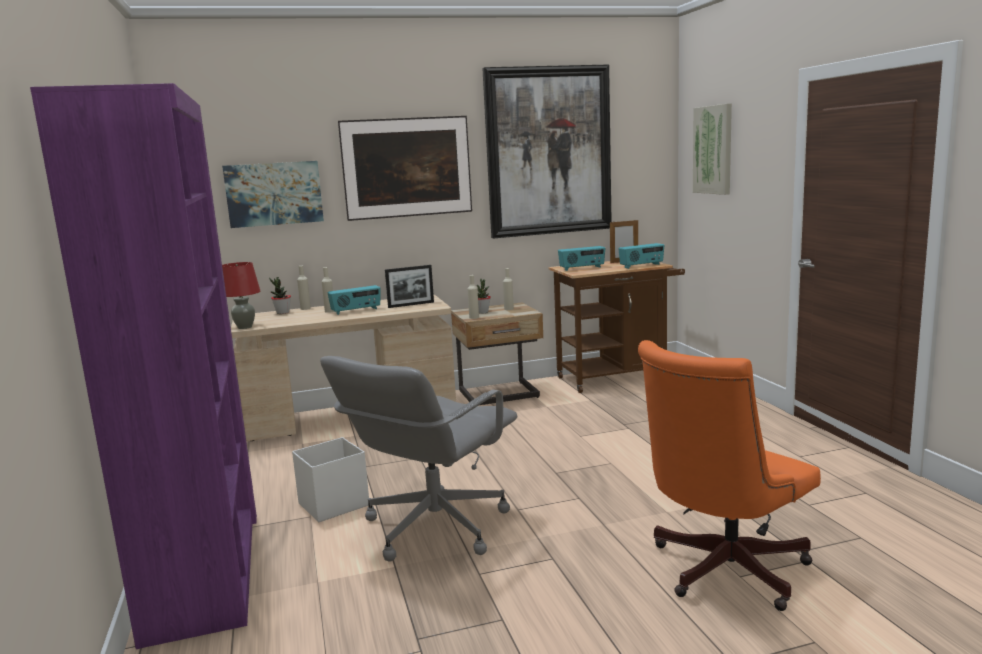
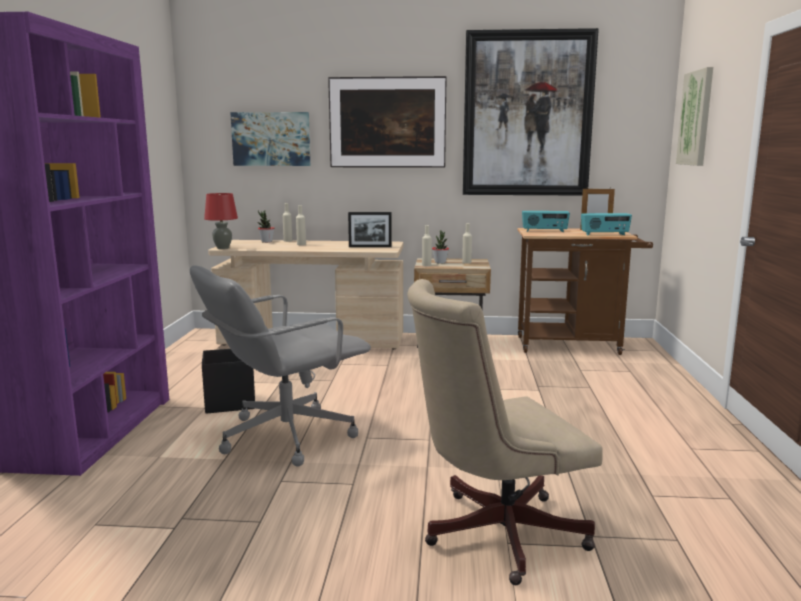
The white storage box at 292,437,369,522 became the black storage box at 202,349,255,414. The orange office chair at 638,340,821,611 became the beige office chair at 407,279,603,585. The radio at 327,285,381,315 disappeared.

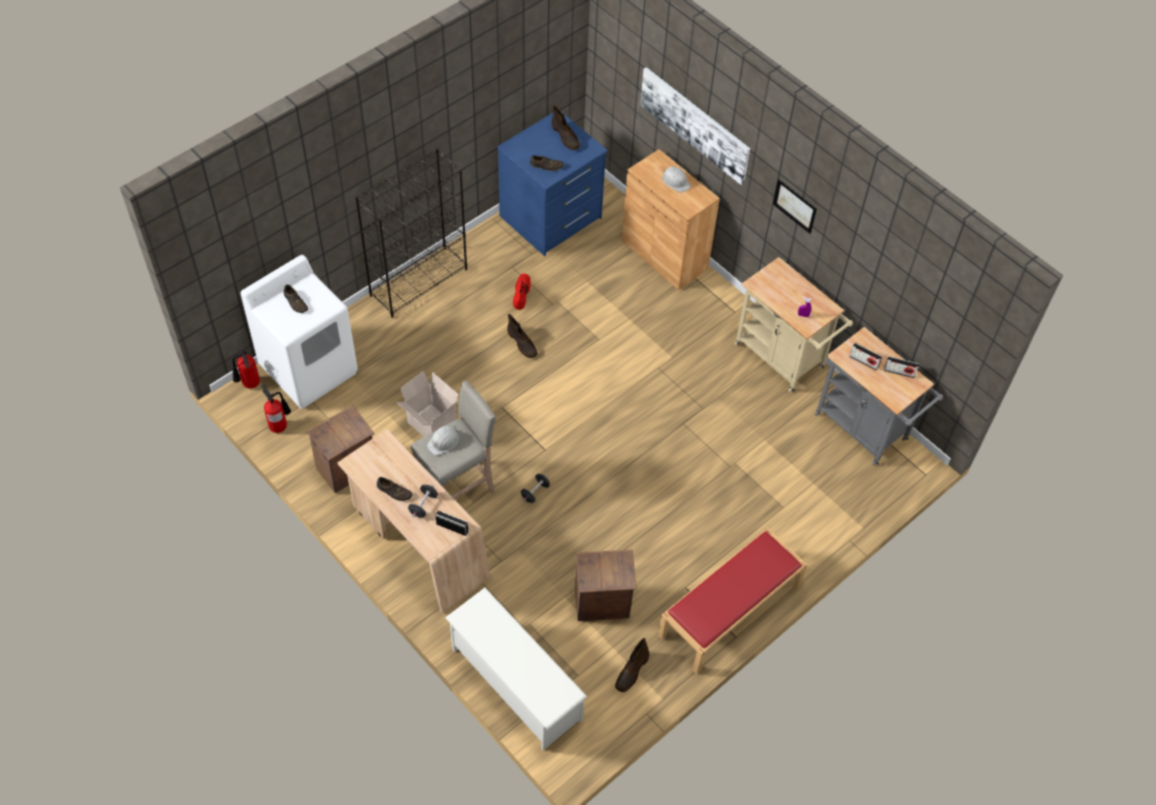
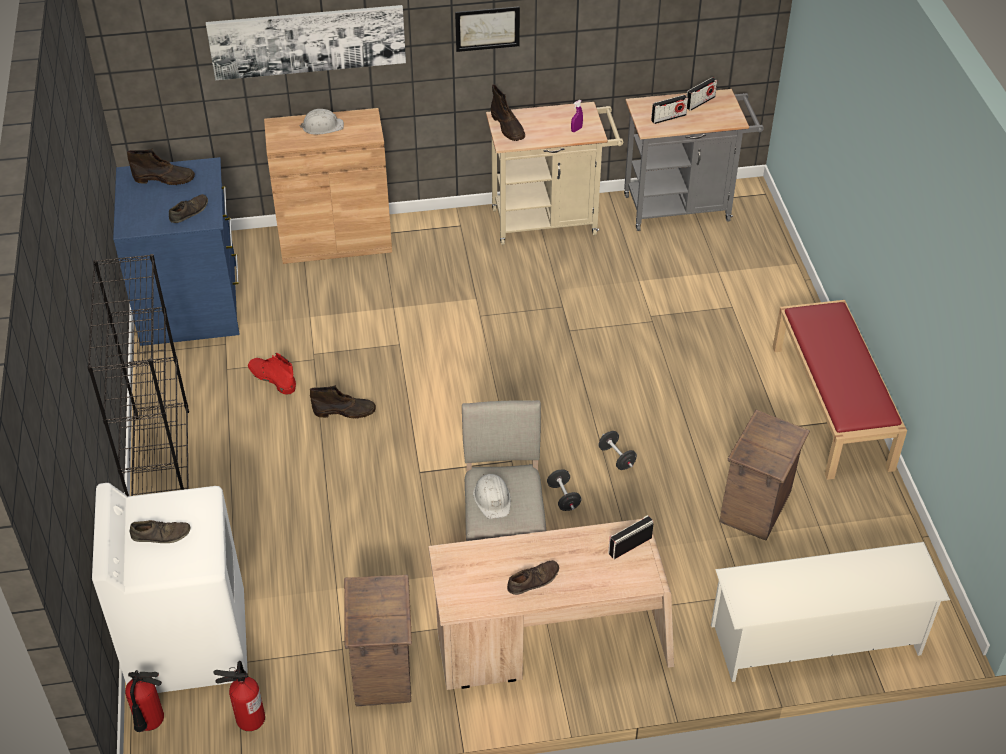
The brown boot moved from 615,638,650,692 to 491,84,525,141. The black dumbbell moved from 408,485,438,518 to 598,431,637,470. The cardboard box at 396,371,458,437 disappeared.

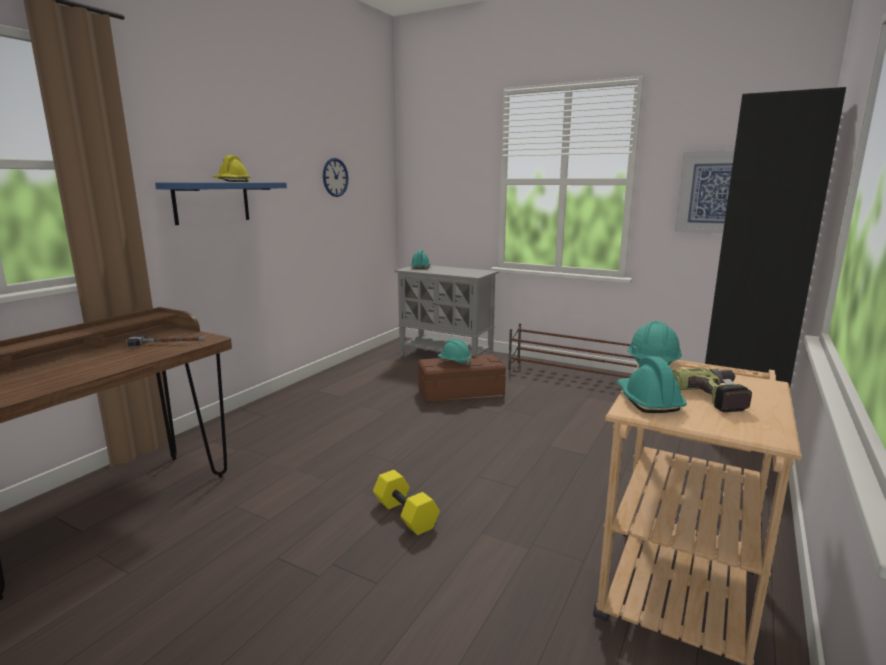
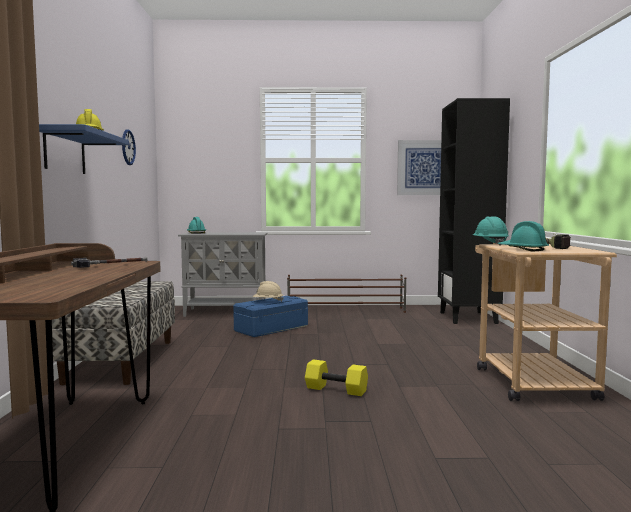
The bench at 52,281,175,385 appeared. The brown storage box at 418,354,506,403 became the blue storage box at 233,296,308,337. The turquoise hard hat at 437,339,472,366 became the beige hard hat at 253,281,284,302.

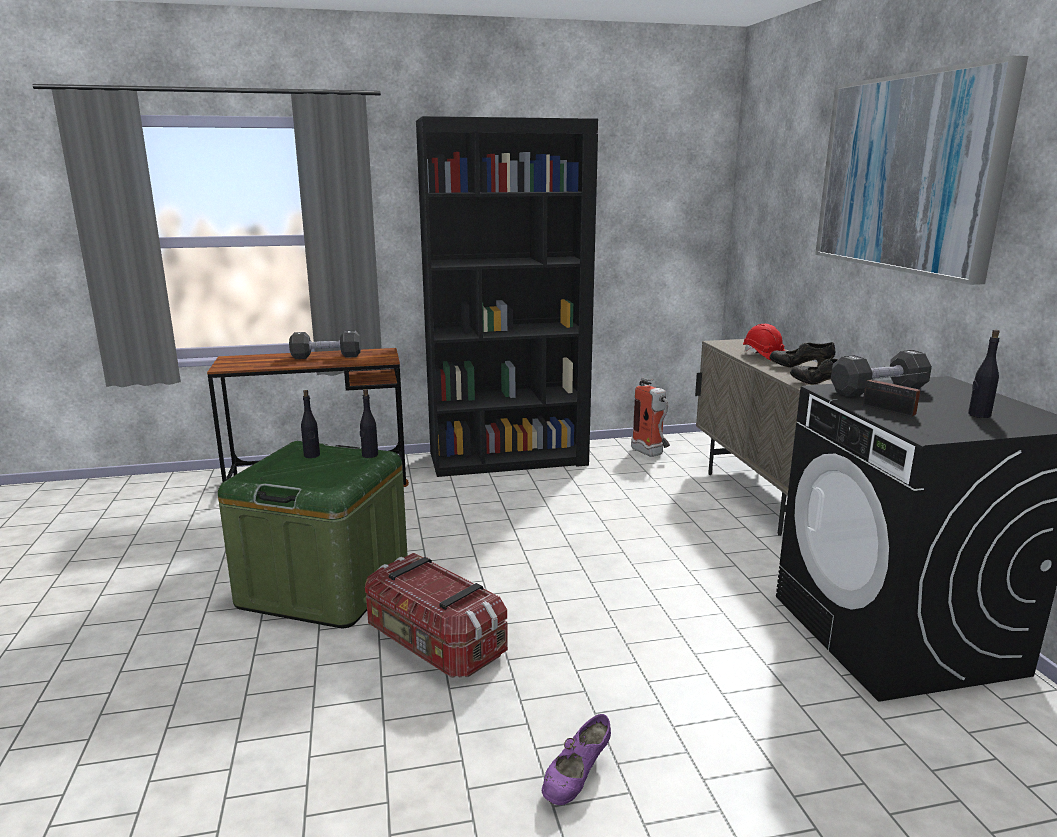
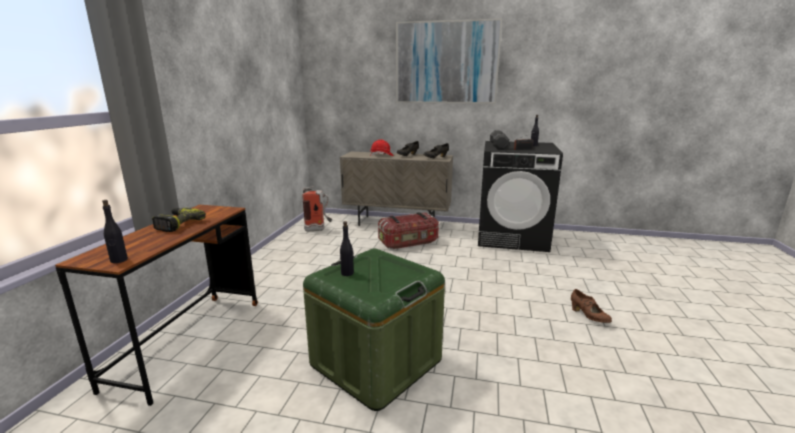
The black bottle moved from 360,389,378,458 to 102,200,128,263. The black dumbbell at 289,330,361,359 was replaced by the power drill at 152,208,206,232. The storage box moved from 365,553,508,678 to 378,212,439,249. The purple shoe at 542,714,611,805 became the brown shoe at 571,289,612,323. The black bookcase at 416,116,598,477 disappeared.

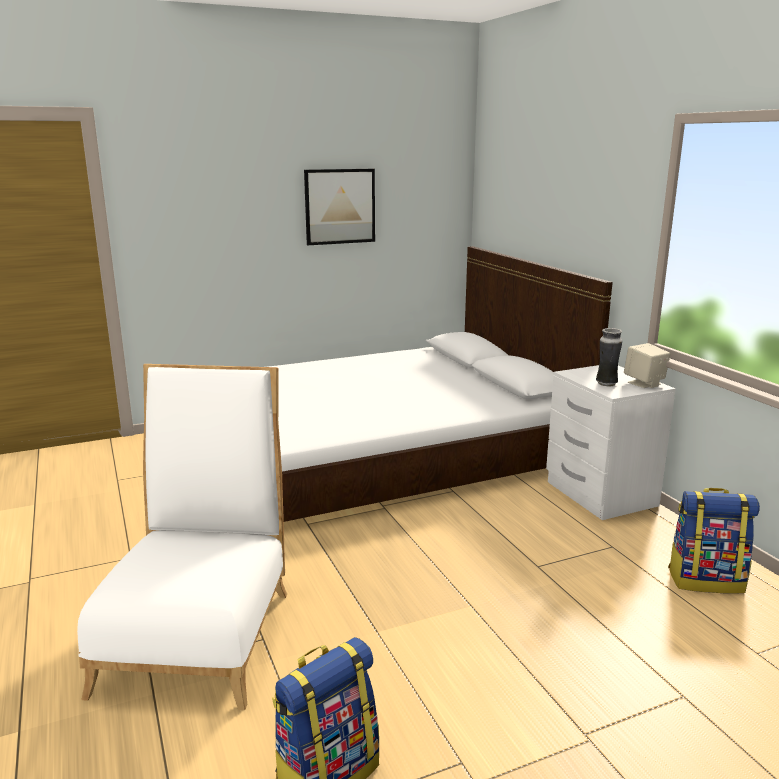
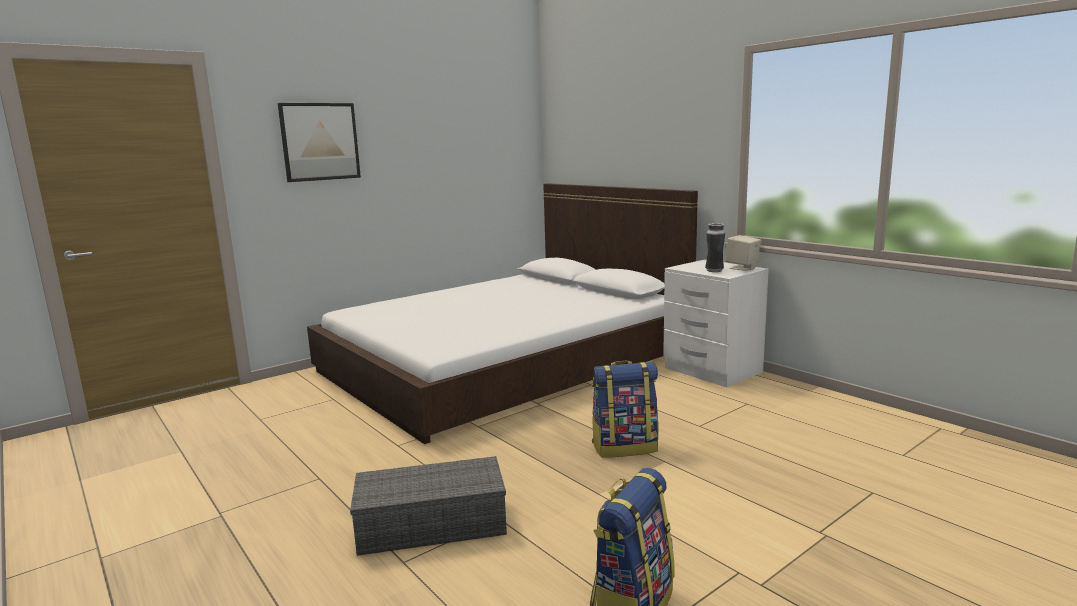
The picture moved from 304,169,375,245 to 278,103,361,182. The white chair at 77,364,287,710 was replaced by the grey storage box at 350,456,507,556. The backpack moved from 668,488,760,594 to 592,361,659,458.

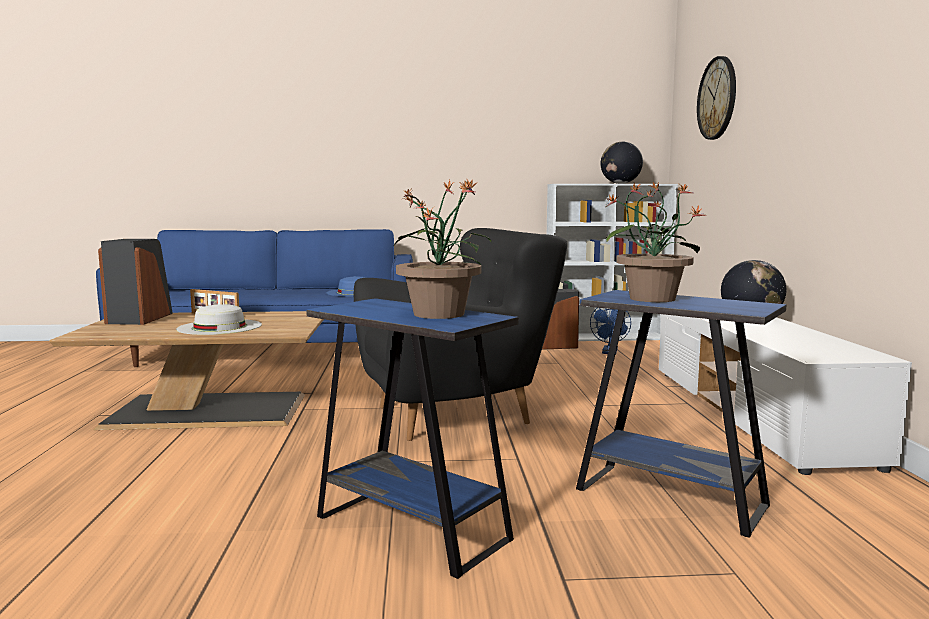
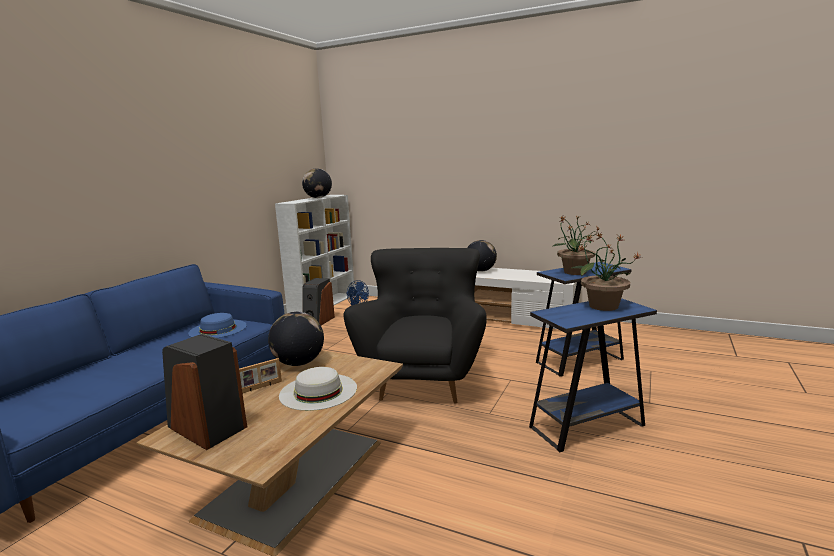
The globe at 268,312,324,366 appeared. The wall clock at 697,56,736,140 disappeared.

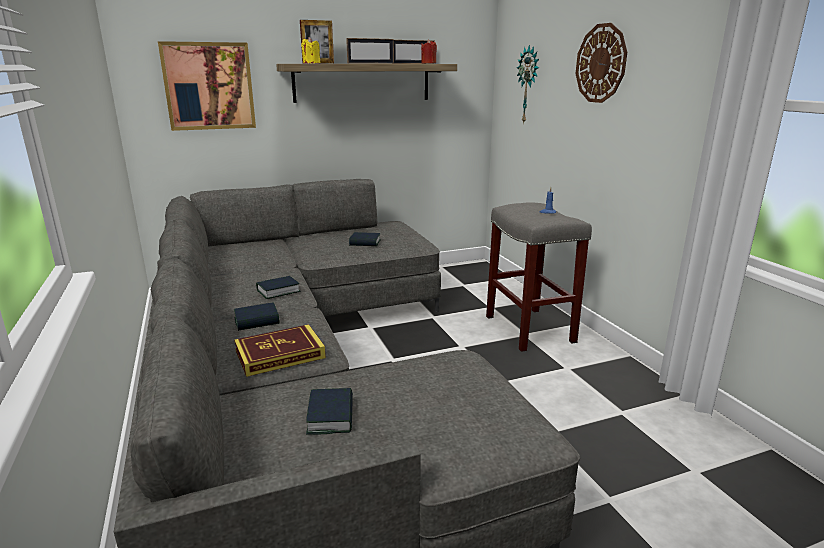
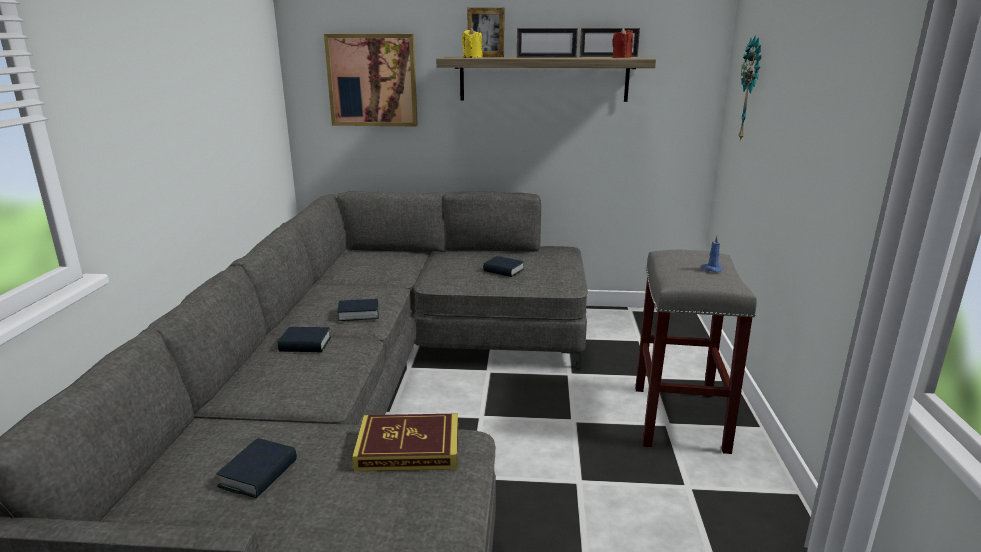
The book moved from 234,324,326,377 to 352,413,458,471. The wall clock at 576,23,627,103 disappeared.

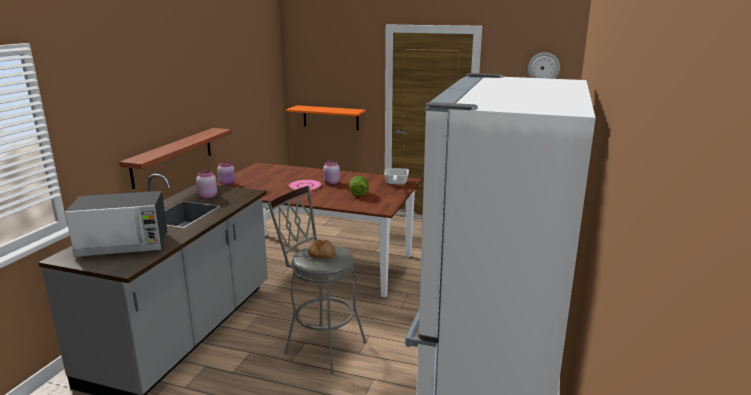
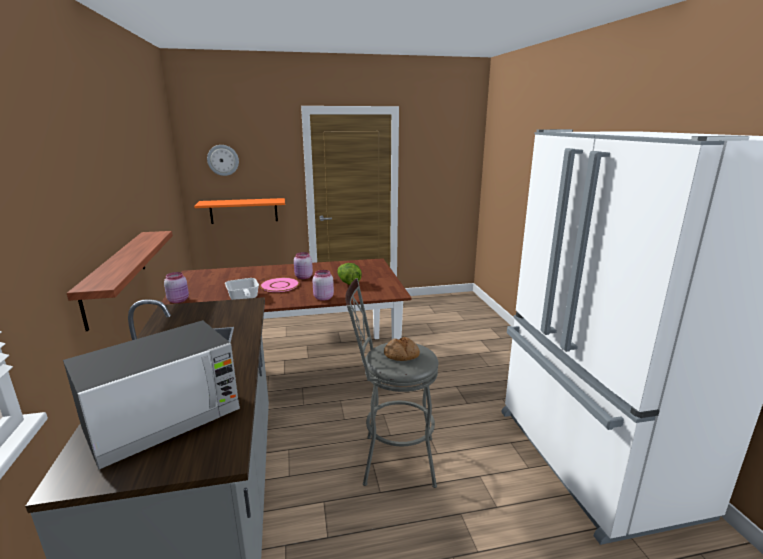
The wall clock moved from 528,52,560,79 to 207,145,239,176. The frying pan moved from 384,168,409,185 to 225,278,259,300. The pink jar moved from 196,171,217,199 to 312,270,334,301.

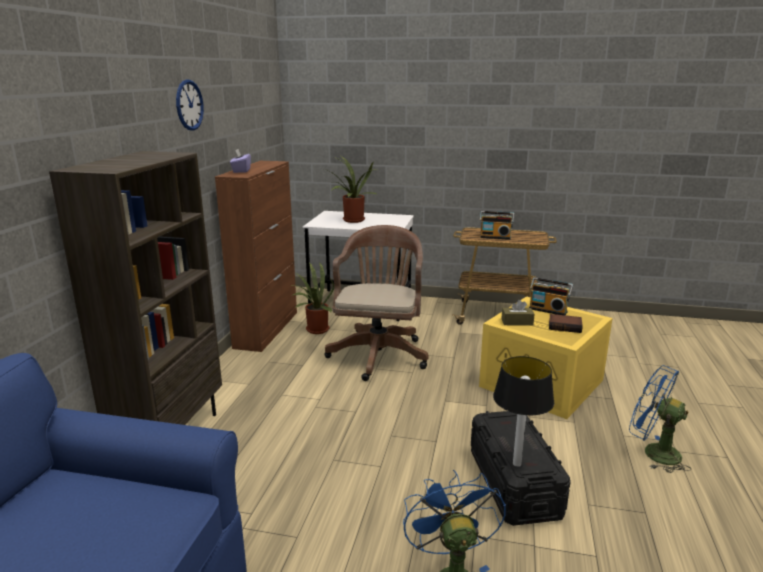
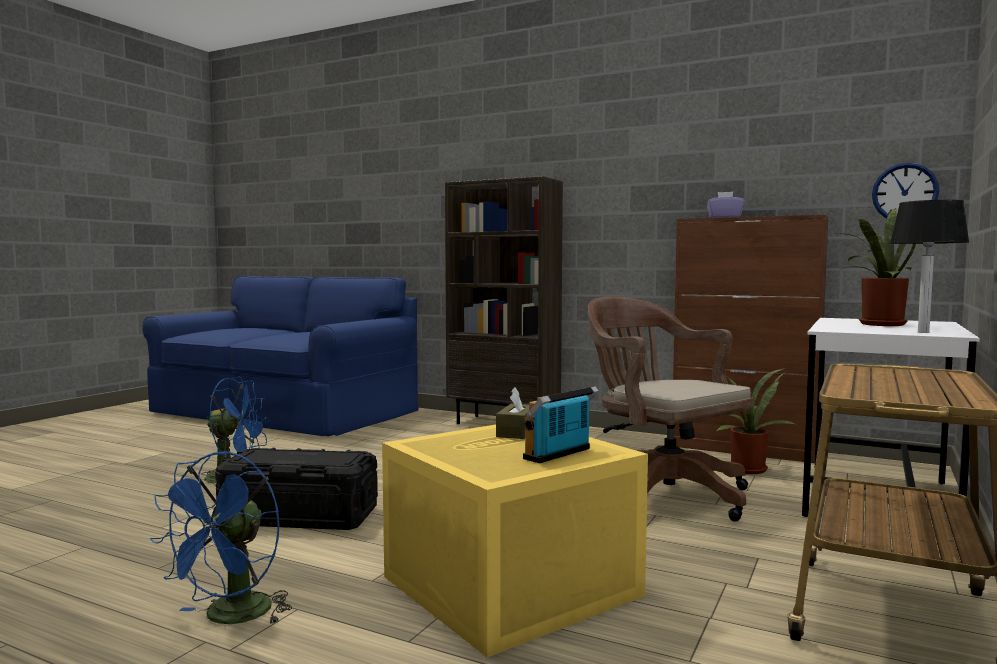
The blue fan at 629,365,691,473 turned 150 degrees clockwise. The brown office chair at 325,225,429,381 turned 150 degrees counterclockwise. The wall clock moved from 176,79,204,131 to 872,163,939,218. The table lamp moved from 493,356,554,467 to 890,200,969,333. The radio at 480,211,514,240 disappeared. The book at 549,314,583,333 disappeared.

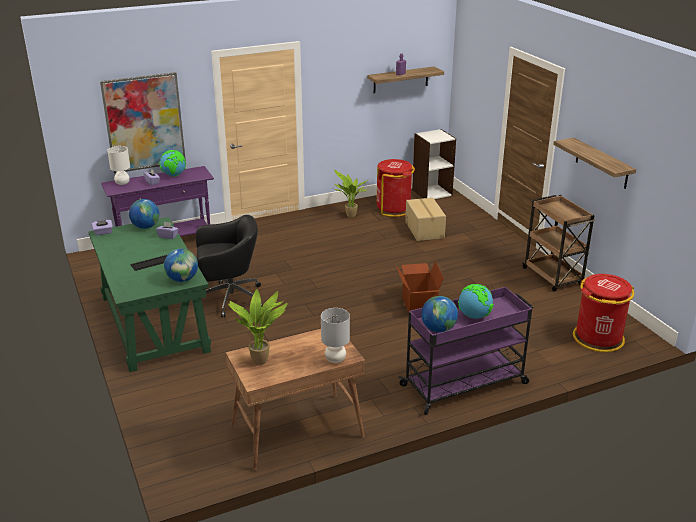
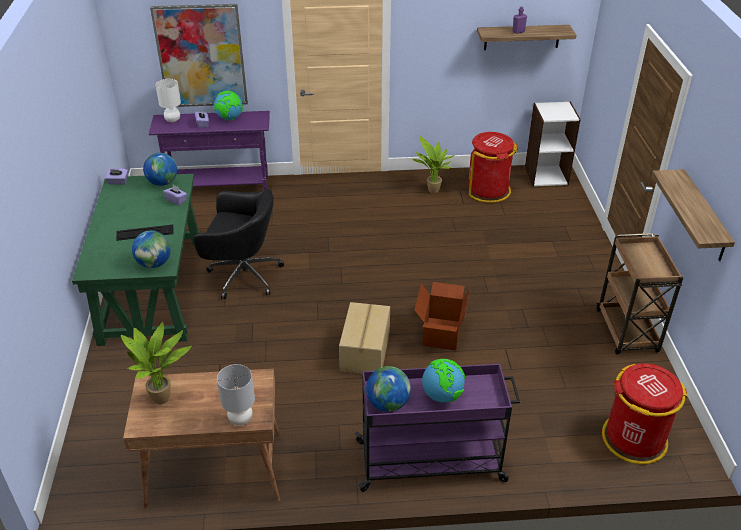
The cardboard box moved from 405,198,446,241 to 339,302,390,374.

